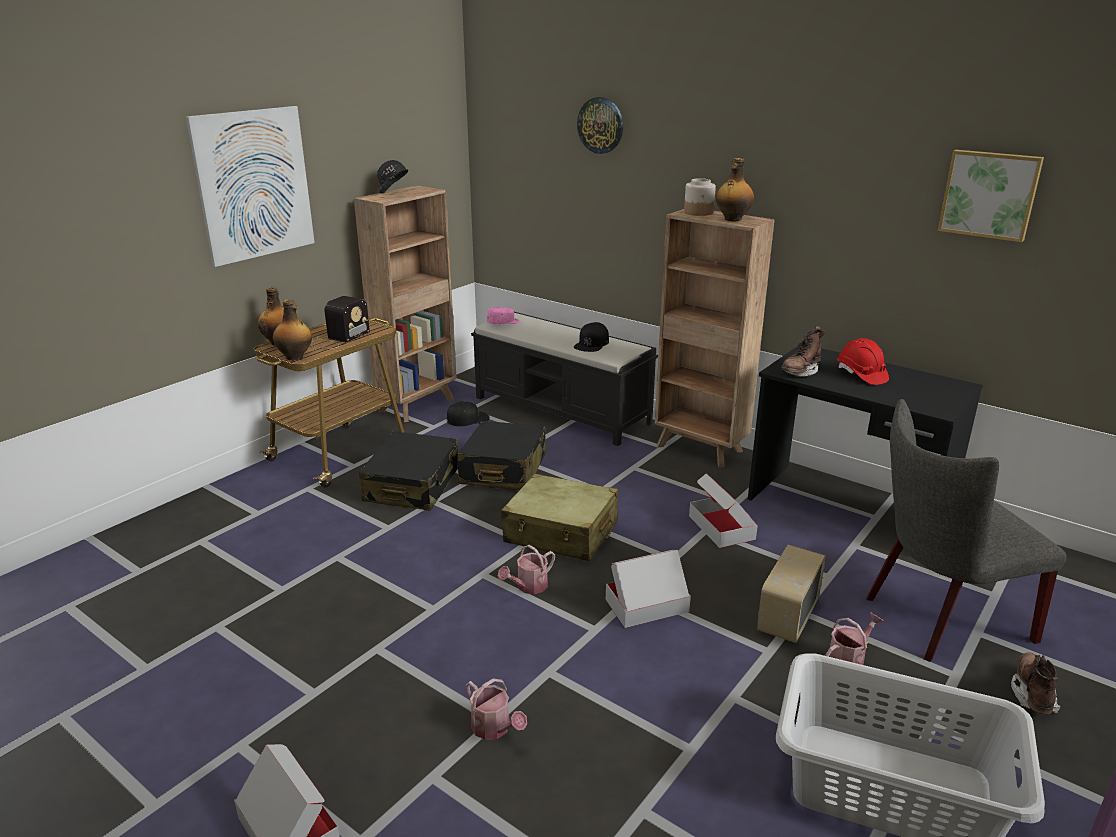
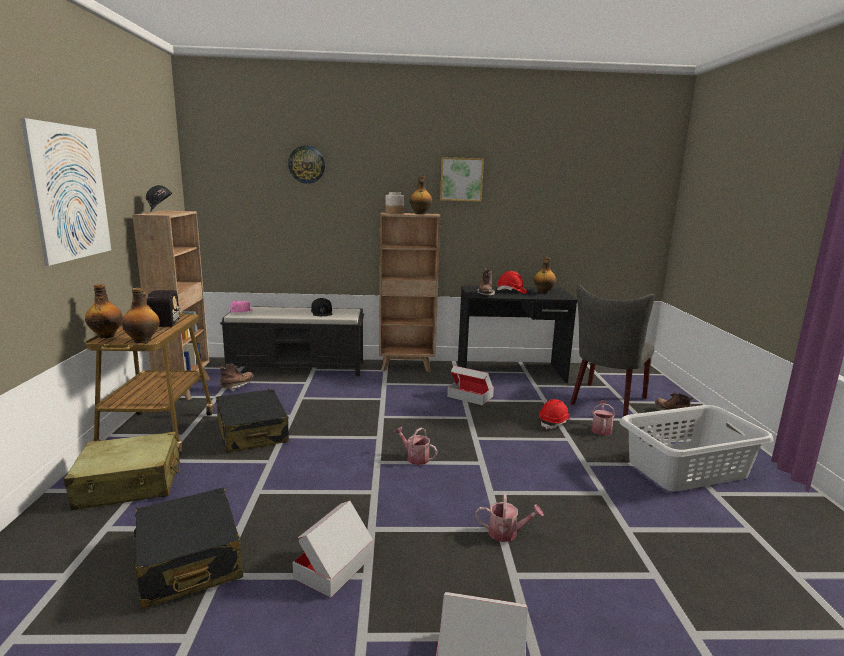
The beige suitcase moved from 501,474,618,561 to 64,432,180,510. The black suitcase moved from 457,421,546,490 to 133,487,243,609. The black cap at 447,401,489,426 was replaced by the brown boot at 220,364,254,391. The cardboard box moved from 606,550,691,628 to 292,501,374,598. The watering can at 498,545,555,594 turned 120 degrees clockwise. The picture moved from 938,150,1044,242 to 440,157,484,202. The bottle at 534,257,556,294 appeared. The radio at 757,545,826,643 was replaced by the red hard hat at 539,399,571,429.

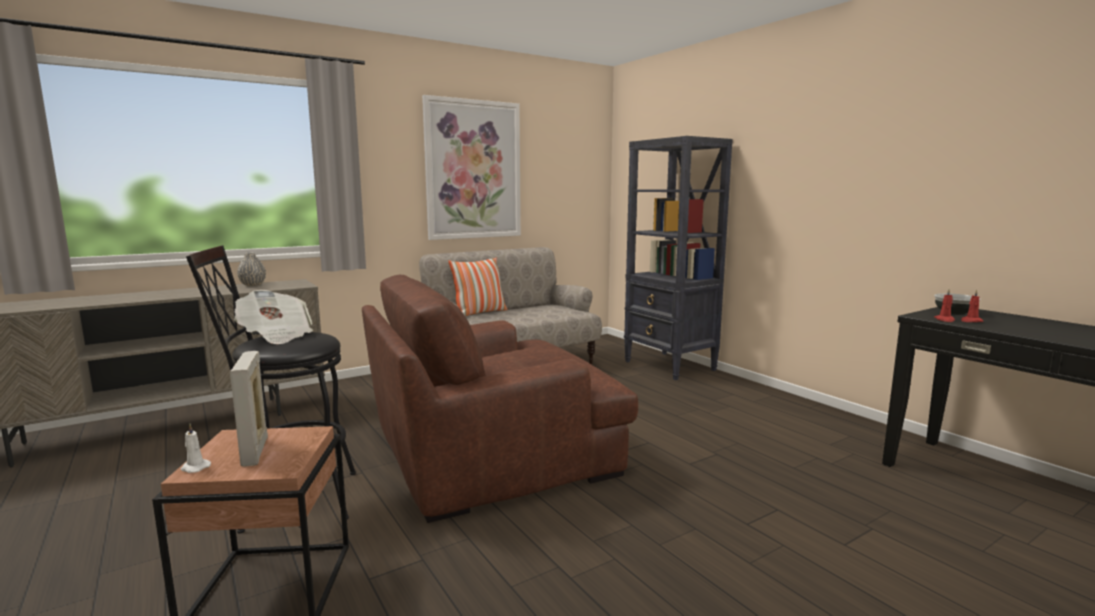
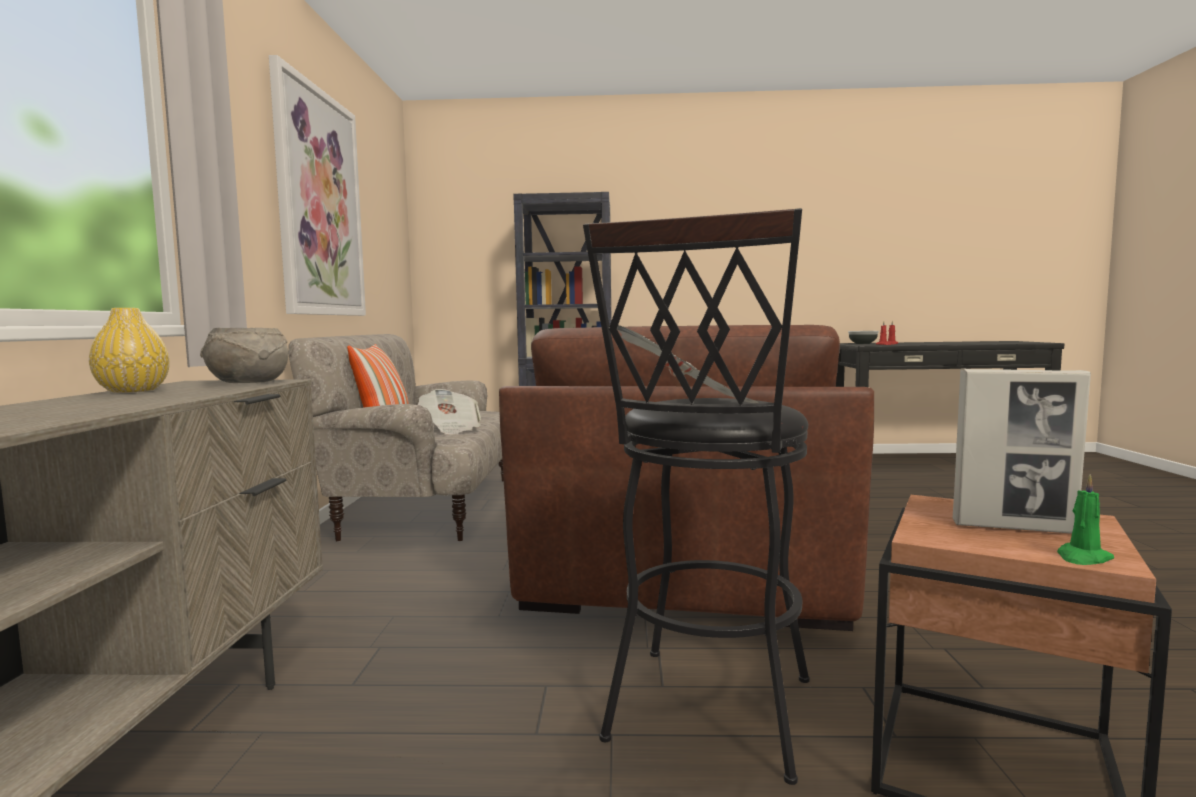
The grey vase at 237,252,266,286 became the yellow vase at 89,308,170,393. The grey bowl at 200,328,288,383 appeared. The newspaper at 418,389,481,435 appeared. The white candle at 181,424,211,473 became the green candle at 1057,475,1114,565.

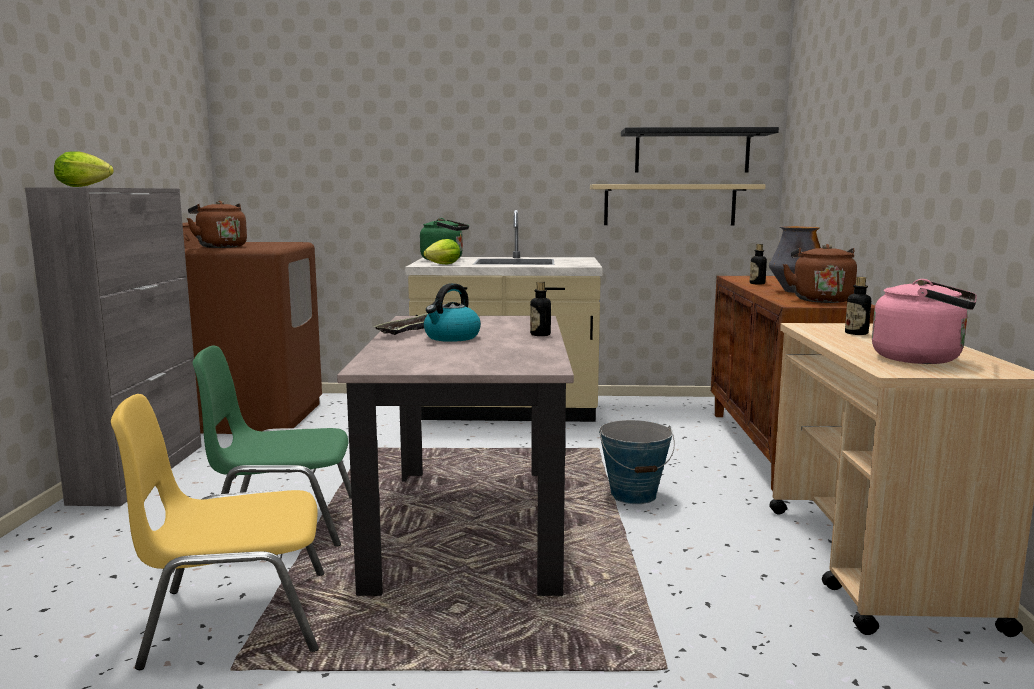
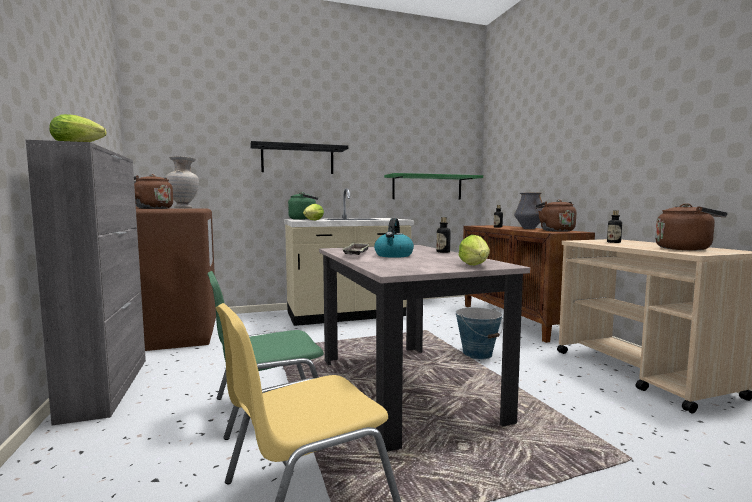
The beige vase at 166,156,199,208 appeared. The black shelf moved from 621,127,779,173 to 250,141,348,174. The beige shelf at 590,184,765,226 became the green shelf at 384,173,483,200. The lettuce at 459,235,490,265 appeared. The pink kettle at 872,279,977,364 became the brown kettle at 655,203,728,250.

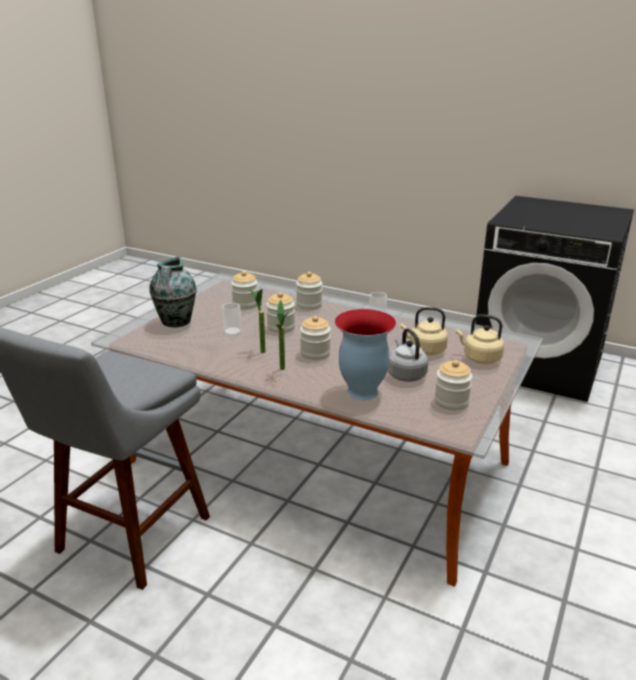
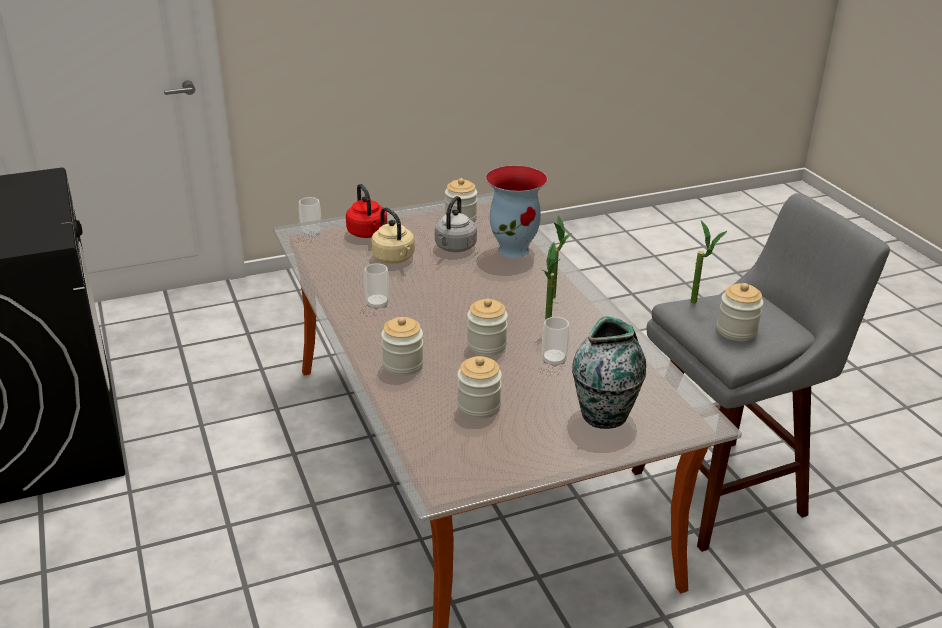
The cup at 299,197,322,238 appeared. The beige kettle at 456,314,504,364 became the red kettle at 346,184,387,238. The potted plant at 690,220,727,304 appeared. The jar moved from 300,316,331,360 to 717,283,764,341.

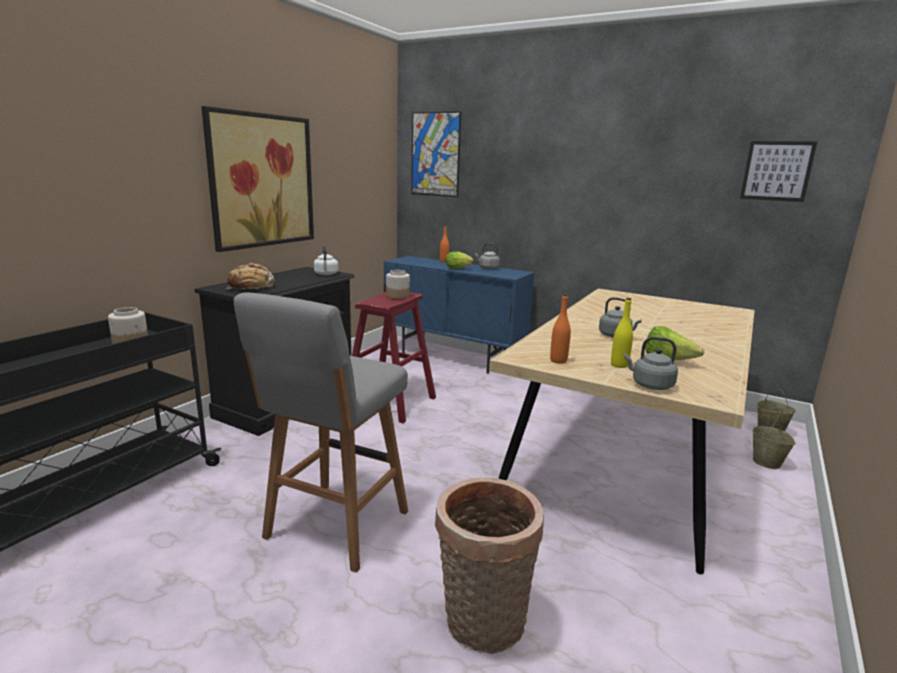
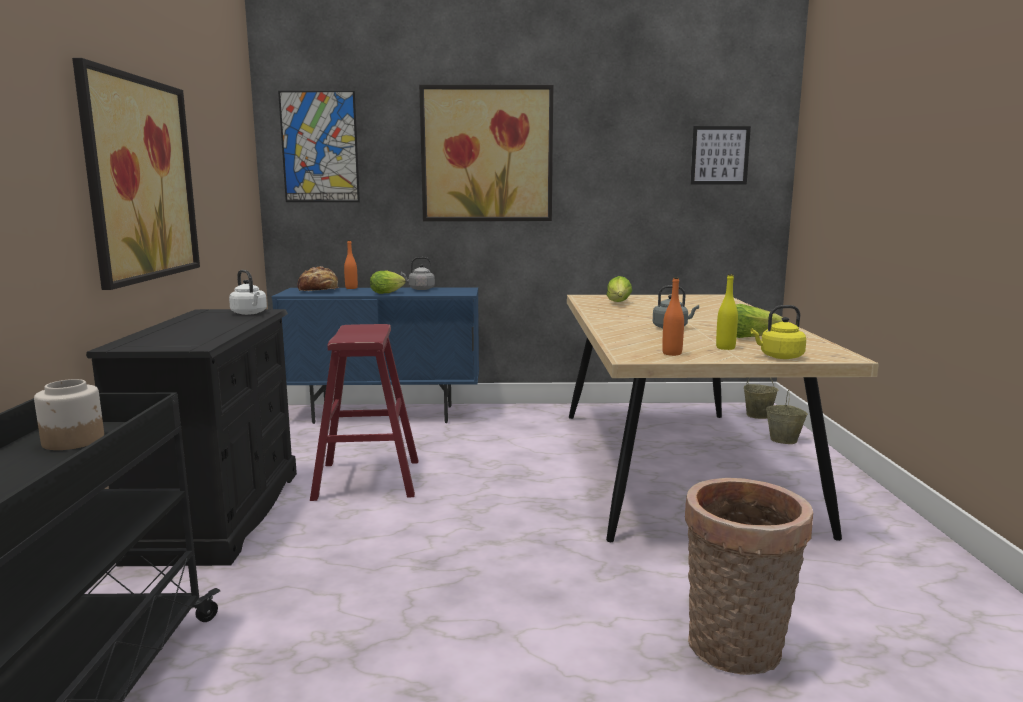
The bread moved from 227,263,275,289 to 297,266,338,291. The picture at 419,84,553,221 appeared. The lettuce at 607,276,632,302 appeared. The grey kettle at 624,337,678,390 became the yellow kettle at 750,305,806,359. The grey stool at 234,292,408,572 disappeared. The jar at 386,270,410,299 disappeared.

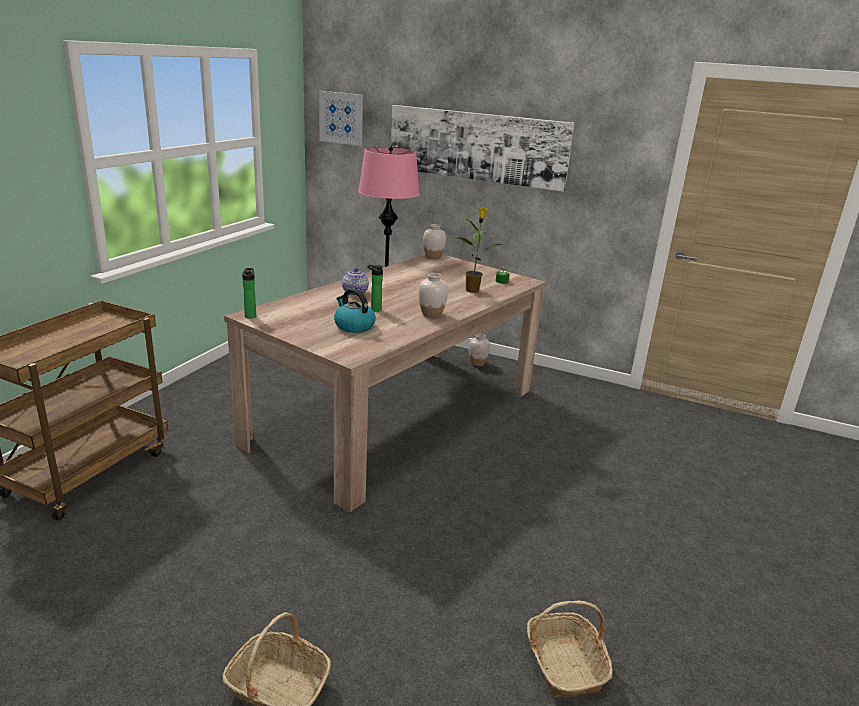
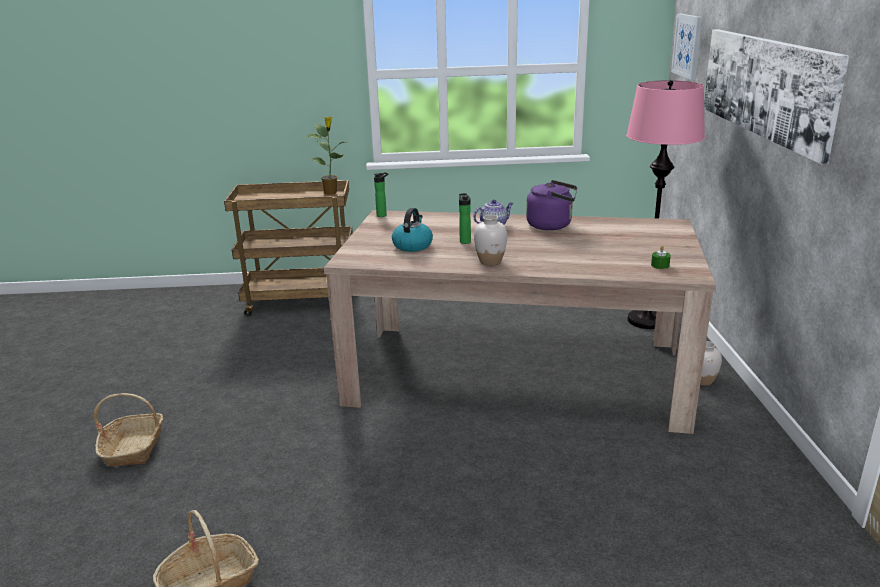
The potted plant moved from 452,207,501,293 to 305,117,344,195. The purple kettle at 526,180,577,230 appeared. The white vase at 423,224,446,260 disappeared.

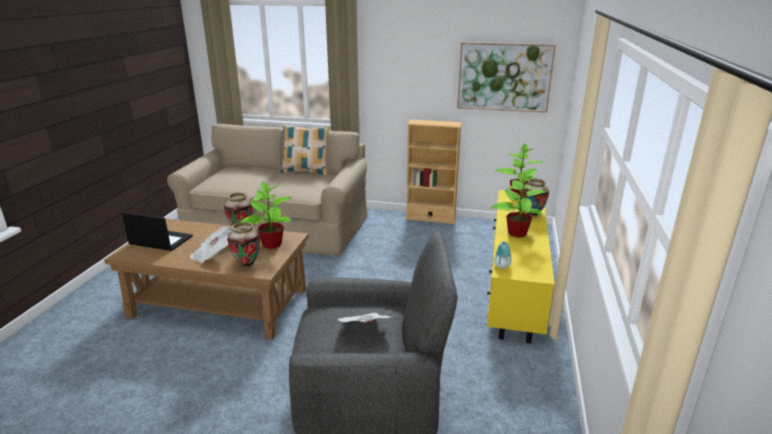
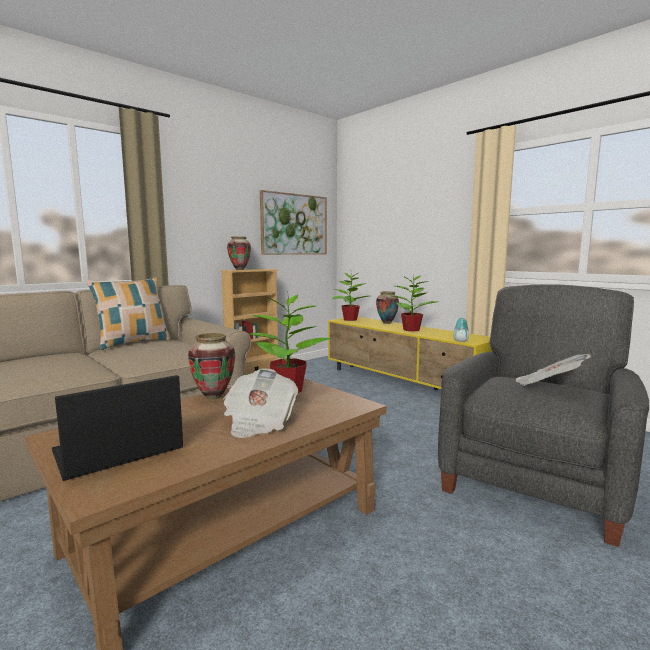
The vase moved from 227,222,260,267 to 227,237,251,270.

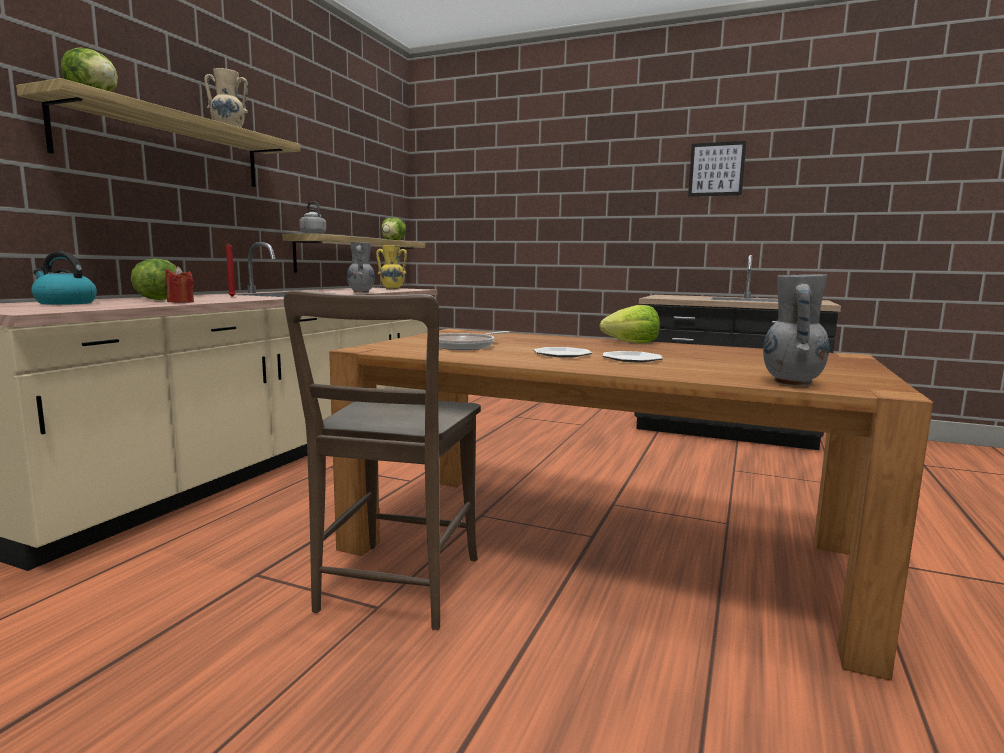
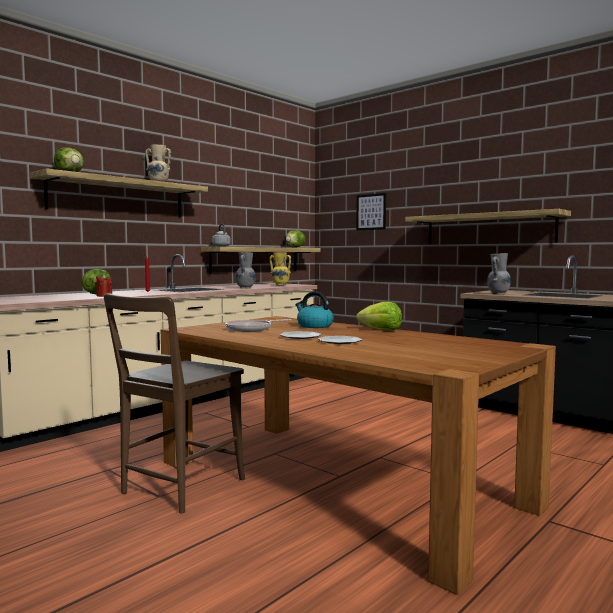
The kettle moved from 31,252,97,305 to 295,292,334,328. The picture moved from 688,141,746,197 to 356,193,386,230. The shelf at 405,209,571,244 appeared. The grey vase moved from 763,274,829,386 to 487,253,511,295.

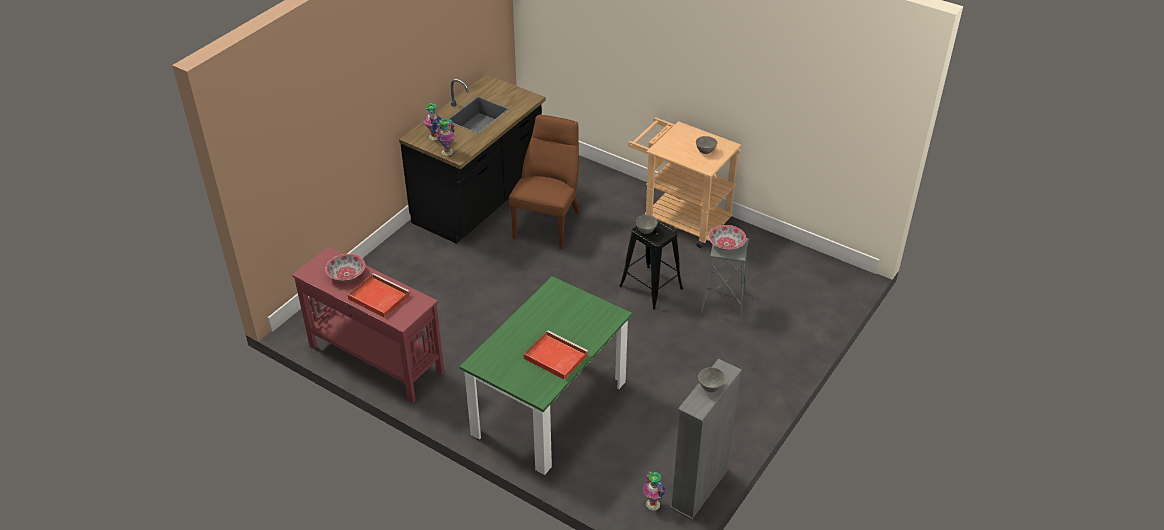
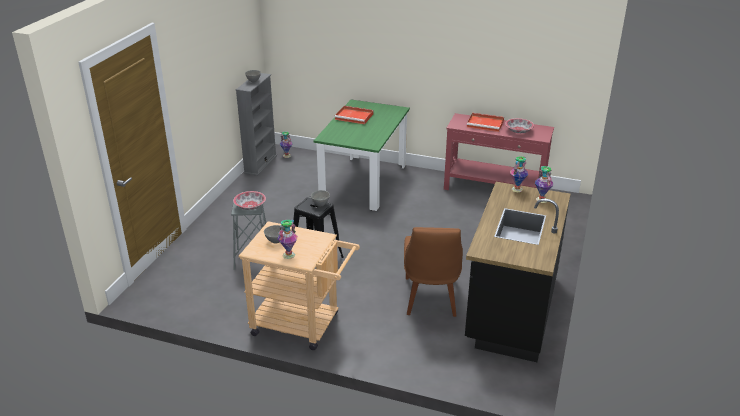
The vase at 278,220,298,259 appeared.

